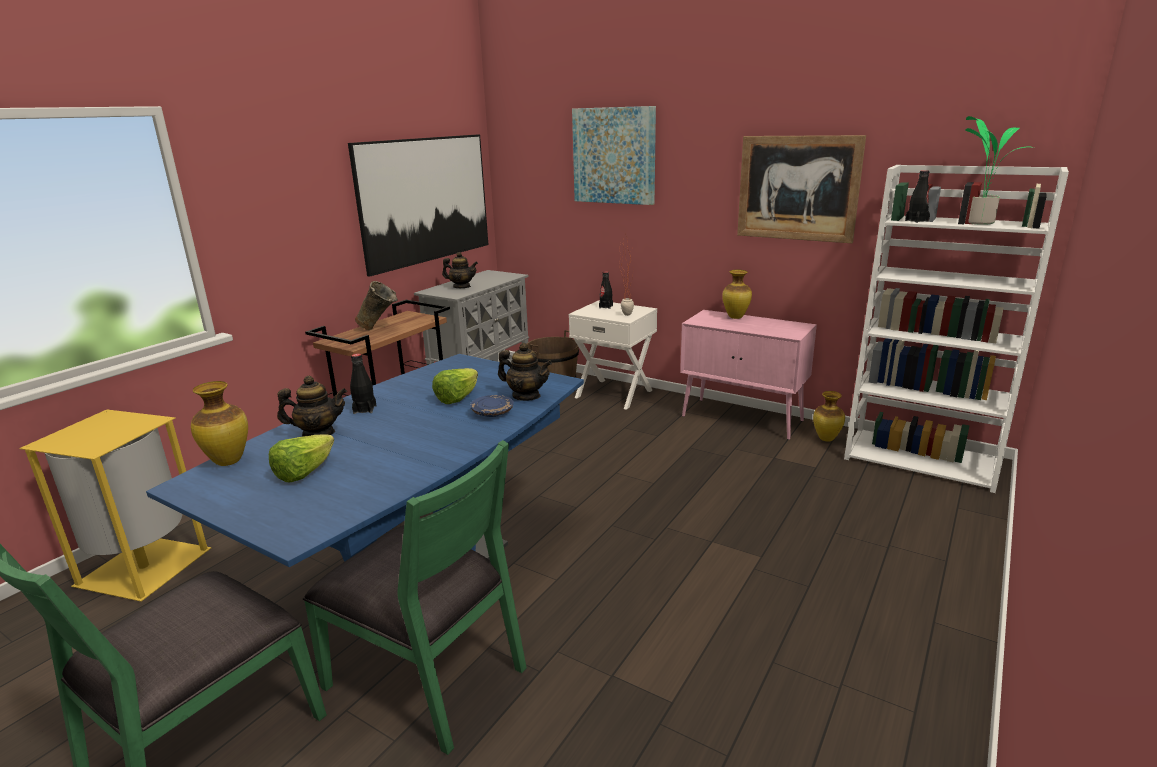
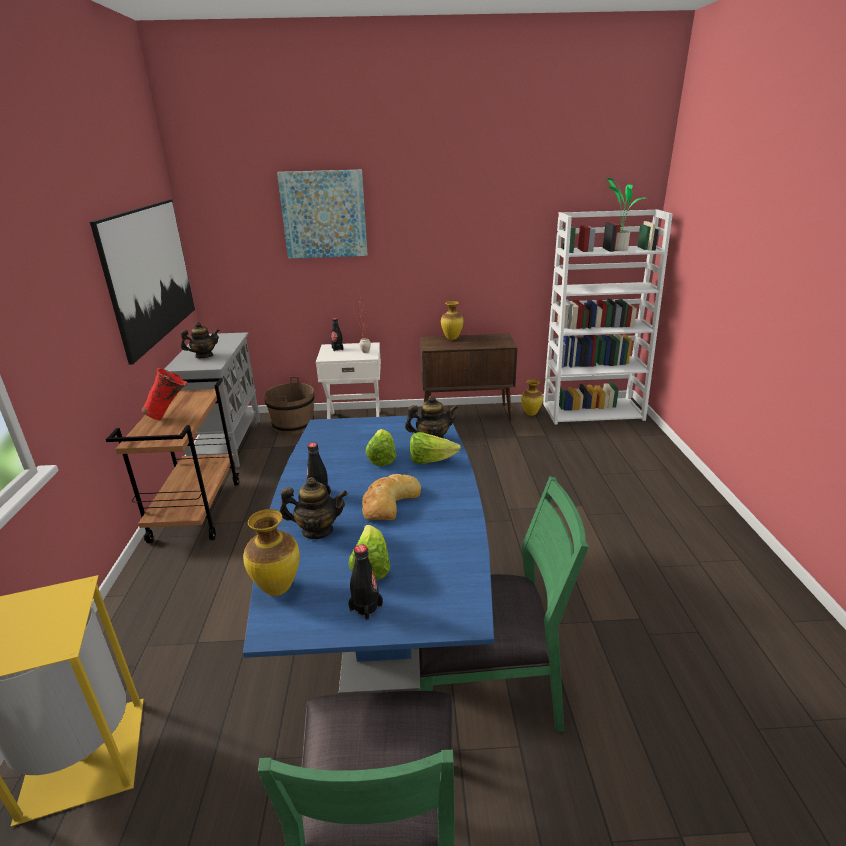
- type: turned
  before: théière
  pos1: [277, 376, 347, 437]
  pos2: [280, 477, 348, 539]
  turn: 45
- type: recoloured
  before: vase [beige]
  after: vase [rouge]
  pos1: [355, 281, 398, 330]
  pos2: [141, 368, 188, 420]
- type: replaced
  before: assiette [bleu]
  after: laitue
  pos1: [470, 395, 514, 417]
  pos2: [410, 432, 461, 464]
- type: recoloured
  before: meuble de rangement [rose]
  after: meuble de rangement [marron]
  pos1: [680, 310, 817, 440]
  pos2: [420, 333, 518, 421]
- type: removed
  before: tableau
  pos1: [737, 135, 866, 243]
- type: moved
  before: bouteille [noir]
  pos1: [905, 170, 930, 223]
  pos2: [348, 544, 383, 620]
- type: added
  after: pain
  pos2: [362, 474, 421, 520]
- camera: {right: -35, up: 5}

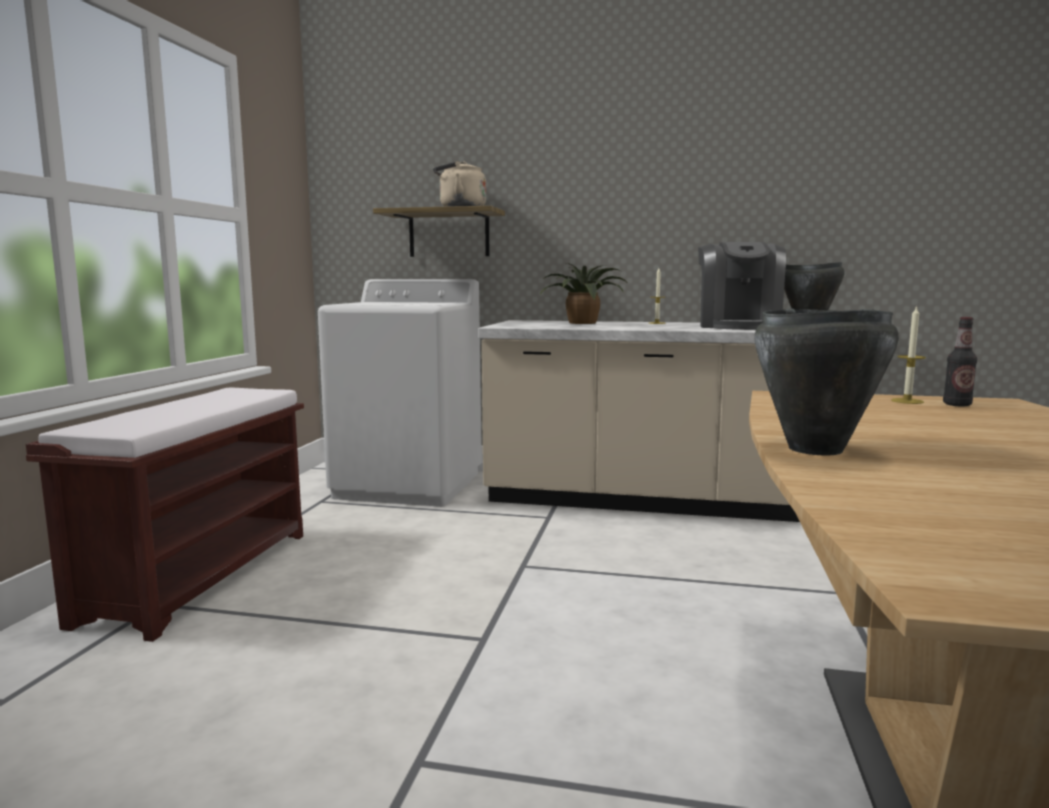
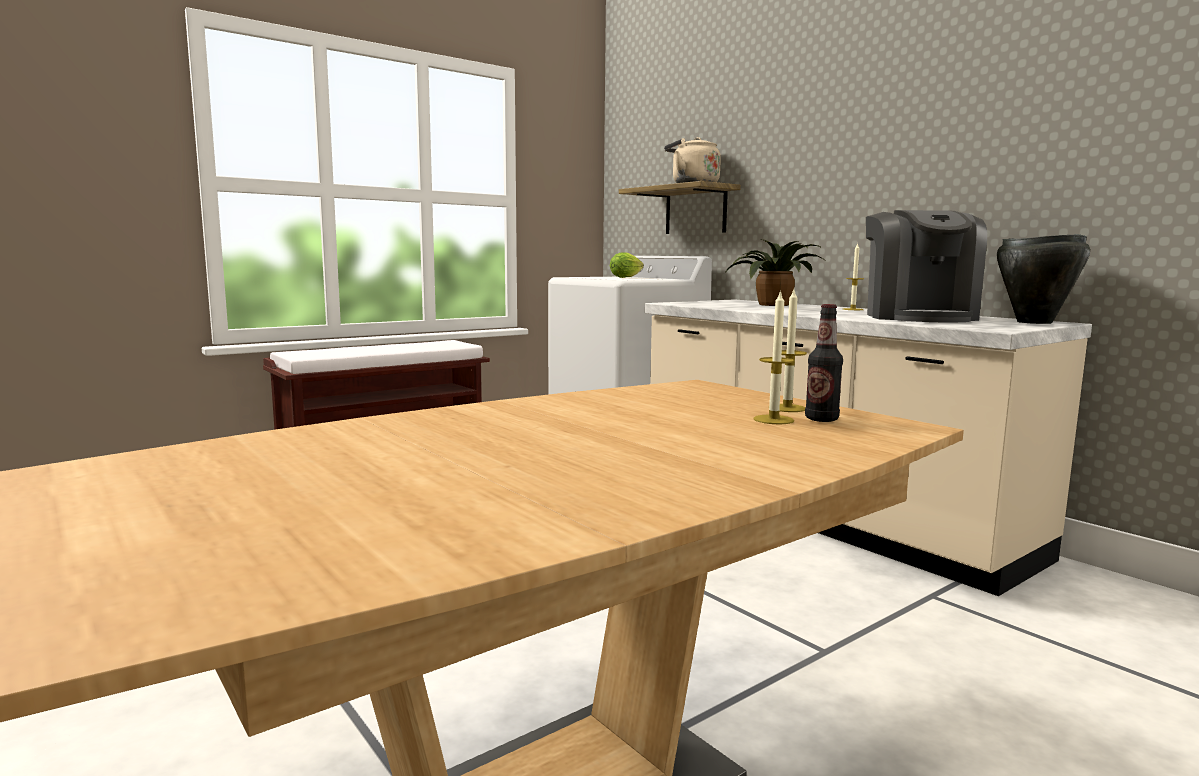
- type: turned
  before: machine à café
  pos1: [698, 242, 786, 330]
  pos2: [866, 210, 987, 322]
  turn: -45
- type: removed
  before: marmite [noir]
  pos1: [755, 309, 899, 456]
- type: added
  after: laitue
  pos2: [610, 252, 644, 278]
- type: added
  after: bougie
  pos2: [753, 290, 795, 424]
- camera: {right: 40, up: 0}

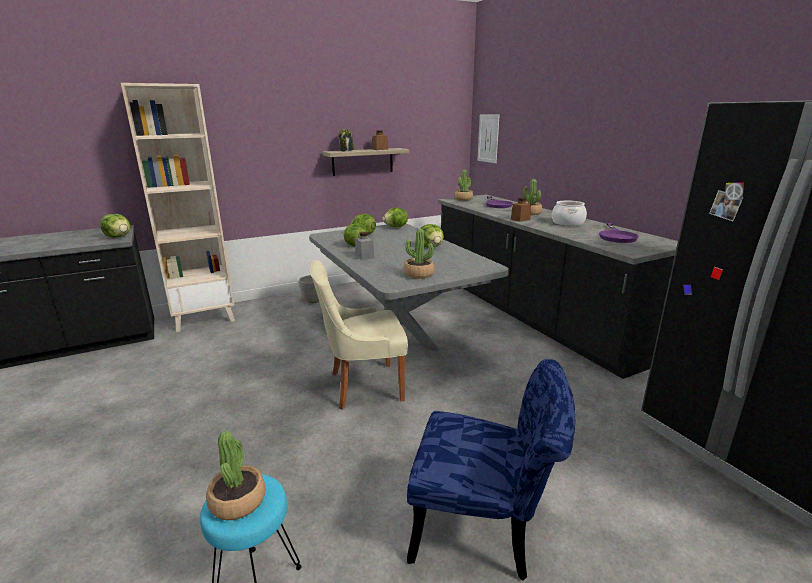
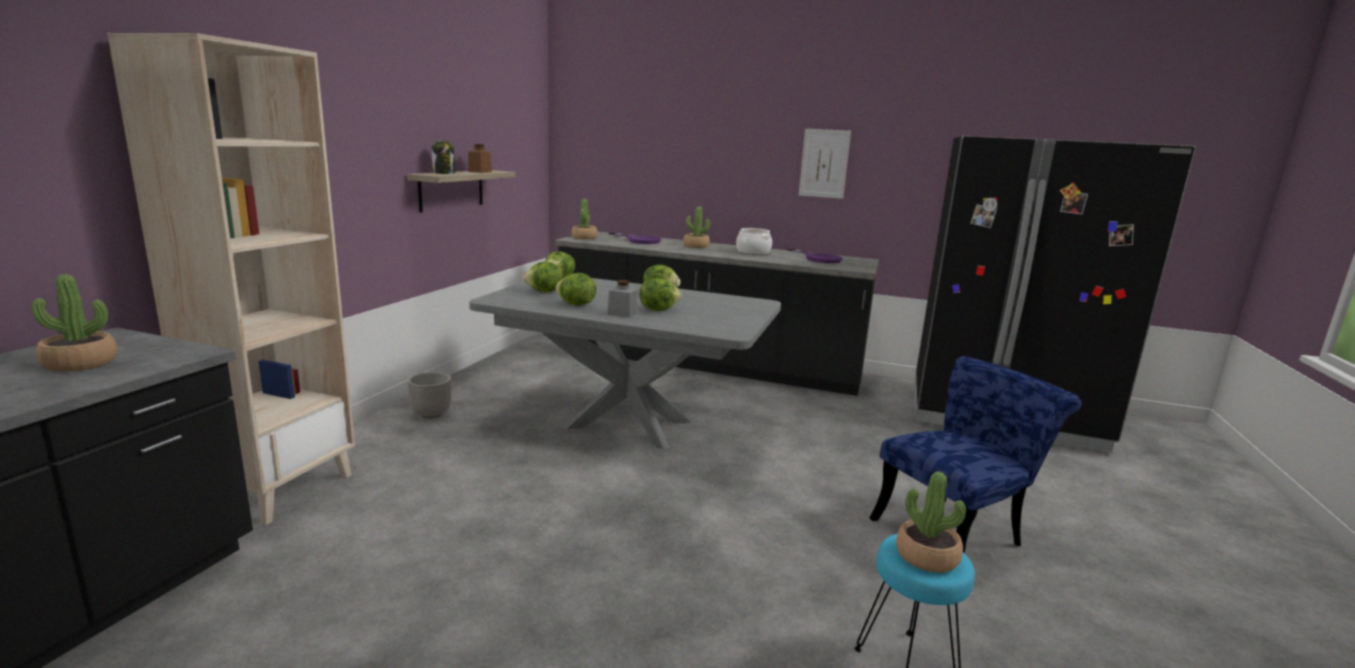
- type: moved
  before: laitue
  pos1: [100, 214, 130, 238]
  pos2: [640, 278, 681, 311]
- type: removed
  before: chaise [beige]
  pos1: [310, 260, 408, 410]
- type: moved
  before: plante en pot
  pos1: [404, 229, 435, 279]
  pos2: [32, 274, 118, 371]
- type: moved
  before: tableau
  pos1: [477, 115, 499, 163]
  pos2: [799, 129, 851, 199]
- type: removed
  before: bocal [marron]
  pos1: [511, 197, 531, 222]
- camera: {right: -45, up: -5}

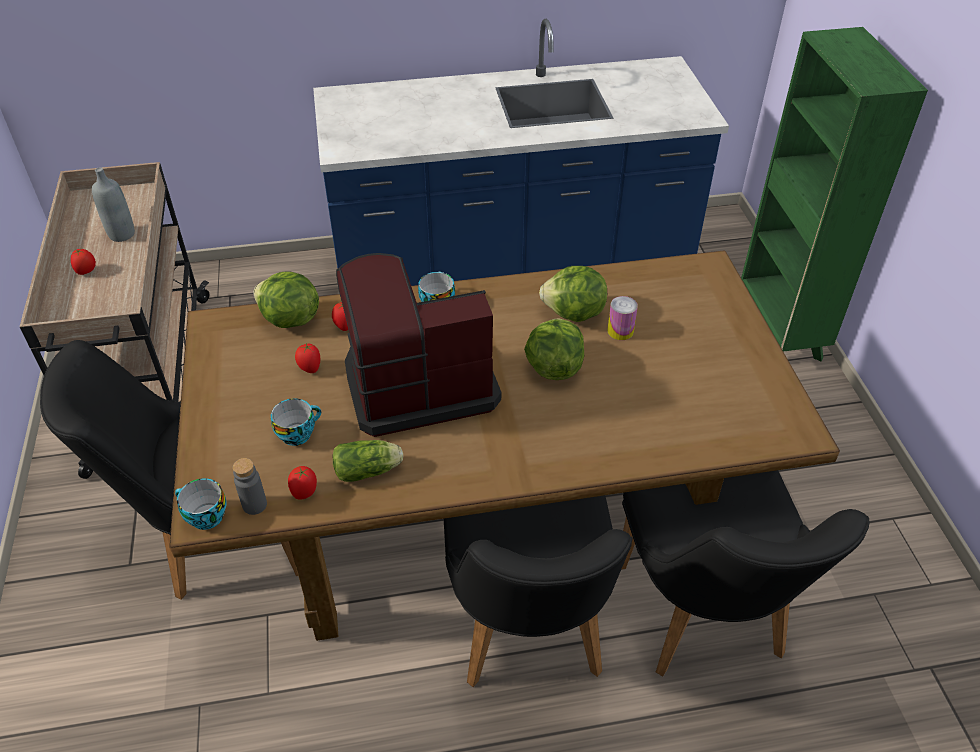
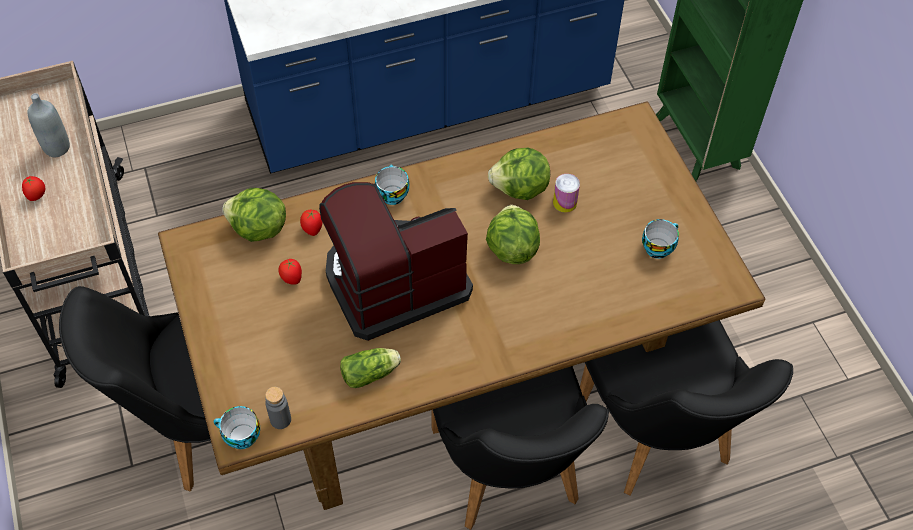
- type: moved
  before: tasse
  pos1: [271, 398, 321, 446]
  pos2: [642, 219, 679, 259]
- type: removed
  before: tomate
  pos1: [288, 466, 317, 500]
- camera: {right: -10, up: 10}

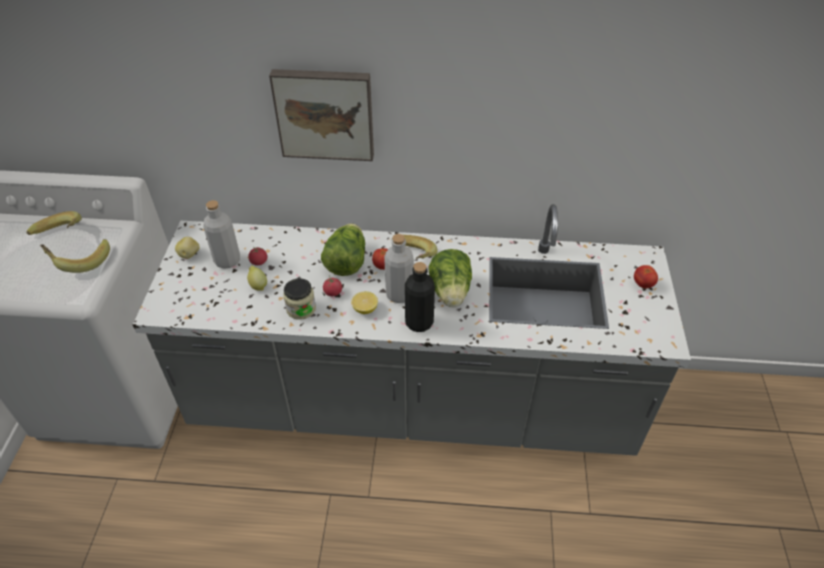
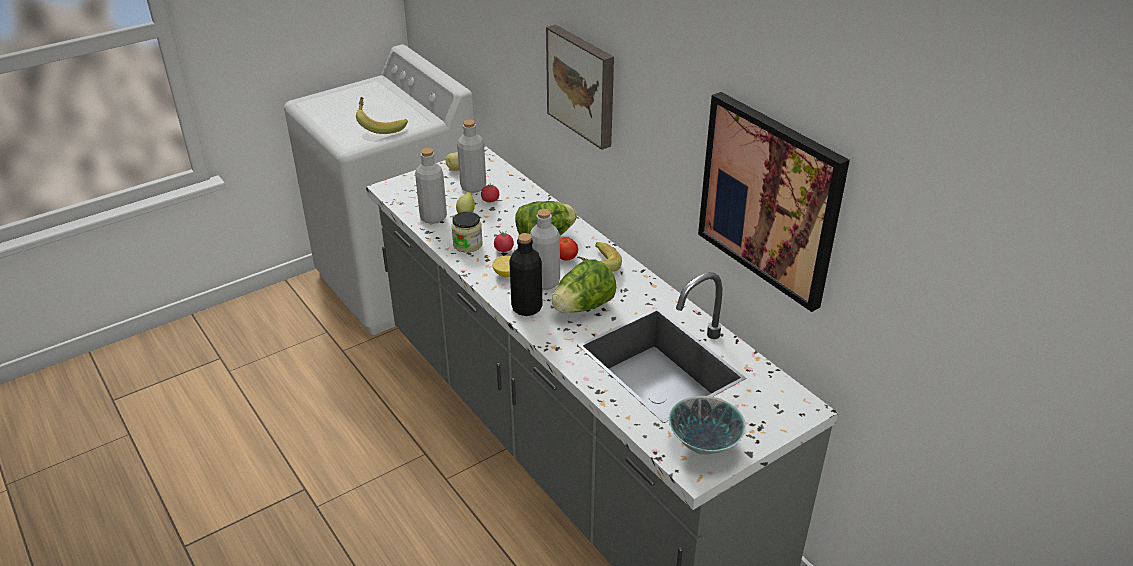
- type: removed
  before: banane
  pos1: [27, 211, 82, 235]
- type: removed
  before: tomate
  pos1: [634, 265, 658, 288]
- type: added
  after: bouteille [gris]
  pos2: [415, 148, 447, 224]
- type: added
  after: bol
  pos2: [669, 396, 746, 455]
- type: added
  after: tableau
  pos2: [698, 92, 850, 312]
- camera: {right: 50, up: -10}

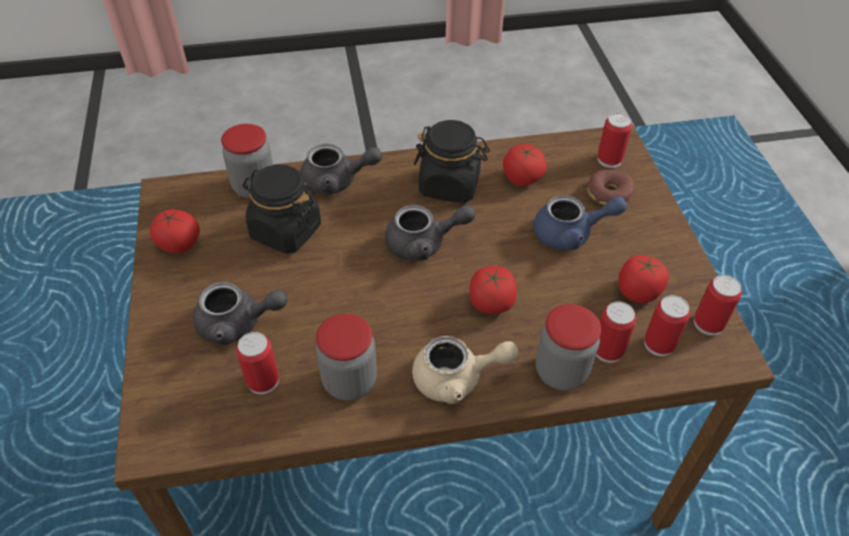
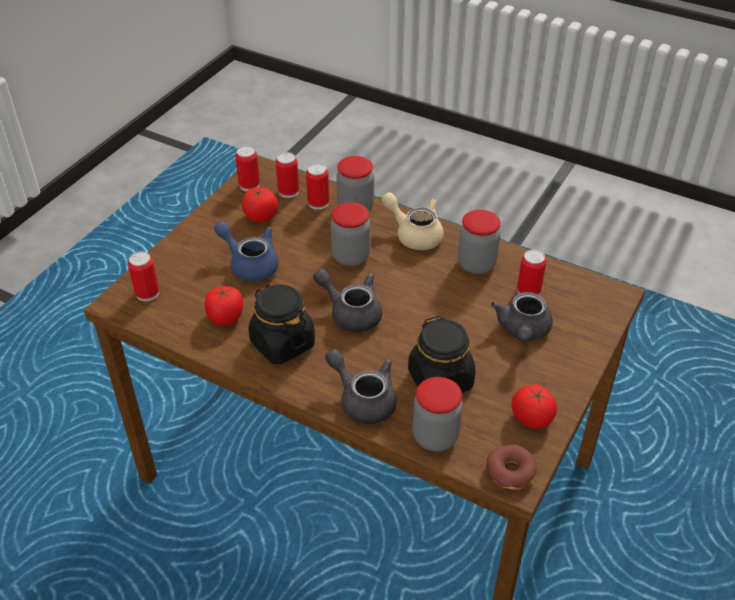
- type: turned
  before: théière [gris]
  pos1: [193, 282, 288, 345]
  pos2: [491, 292, 553, 343]
  turn: -120
- type: replaced
  before: tomate
  after: bocal
  pos1: [470, 266, 517, 313]
  pos2: [331, 202, 371, 266]
- type: moved
  before: beignet
  pos1: [587, 169, 634, 205]
  pos2: [486, 444, 537, 489]
- camera: {right: -140, up: -5}

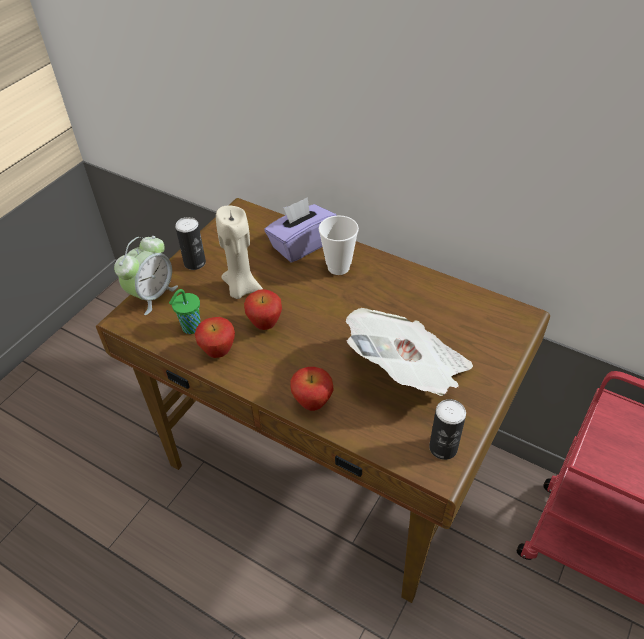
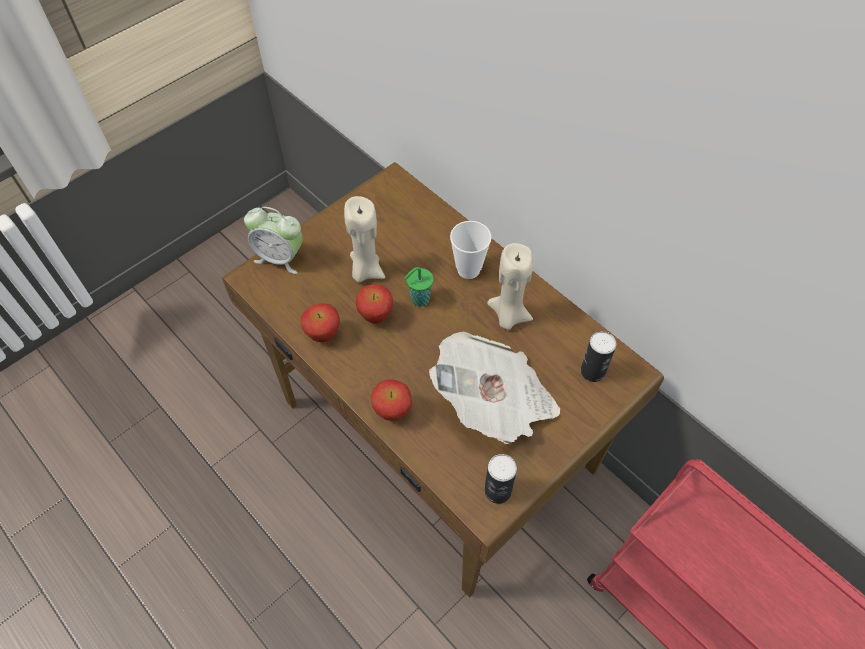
- type: turned
  before: réveil
  pos1: [114, 236, 178, 315]
  pos2: [244, 207, 303, 274]
  turn: 60
- type: moved
  before: tasse [vert]
  pos1: [169, 289, 201, 334]
  pos2: [404, 267, 434, 307]
- type: moved
  before: boîte métallique
  pos1: [175, 217, 206, 270]
  pos2: [581, 331, 616, 382]
- type: removed
  before: boîte à mouchoirs [violet]
  pos1: [265, 197, 337, 263]
- type: added
  after: bougie [beige]
  pos2: [487, 243, 533, 330]
- camera: {right: 15, up: 10}

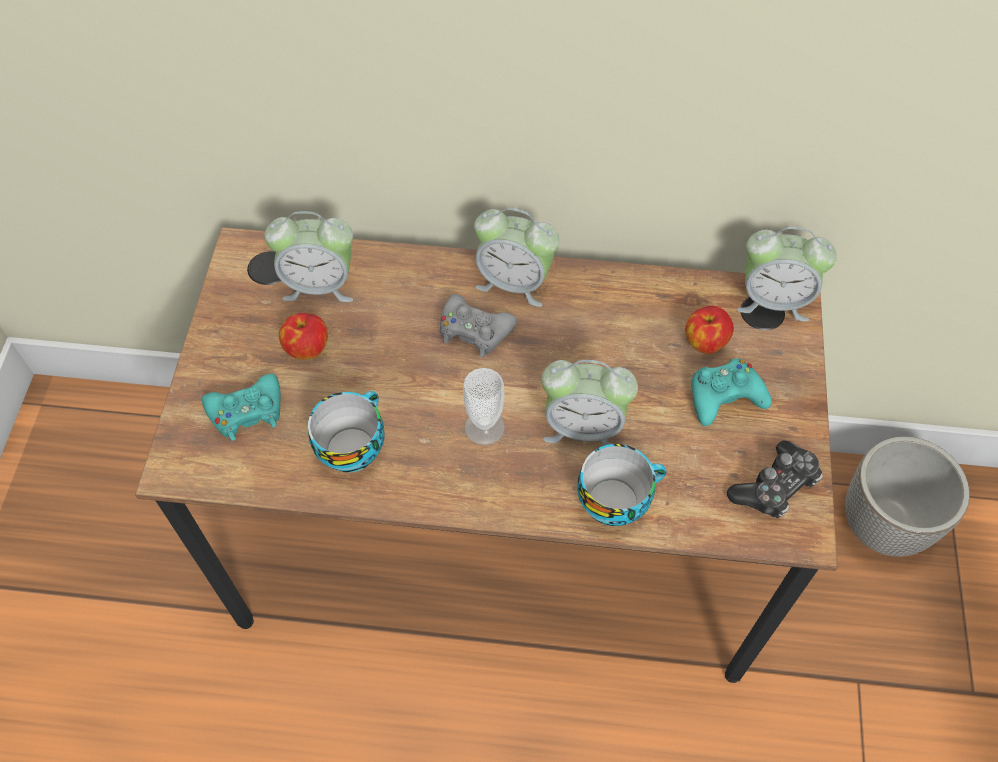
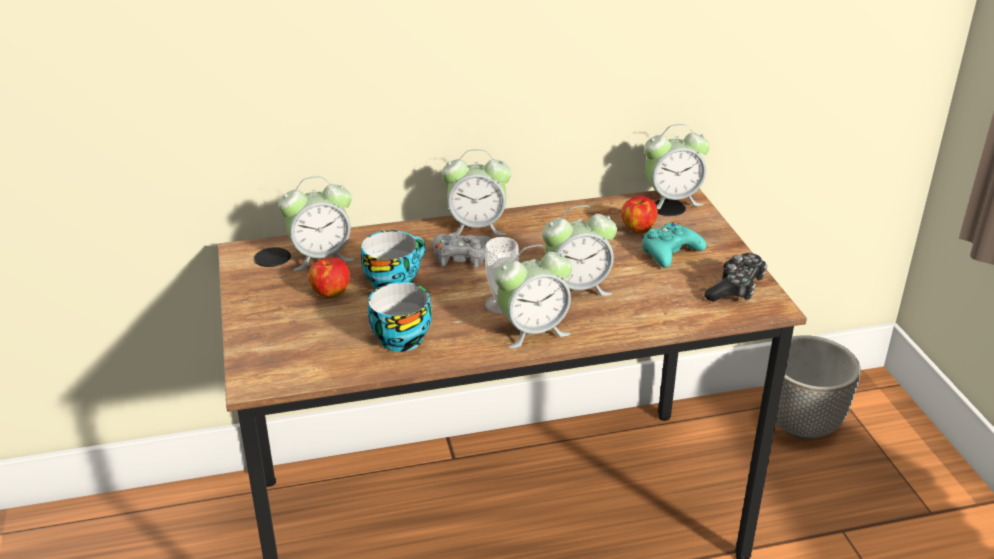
- type: removed
  before: manette [turquoise]
  pos1: [202, 374, 280, 441]
- type: moved
  before: tasse
  pos1: [578, 444, 666, 526]
  pos2: [361, 230, 425, 289]
- type: added
  after: réveil
  pos2: [495, 245, 572, 348]
- camera: {right: -20, up: -25}

